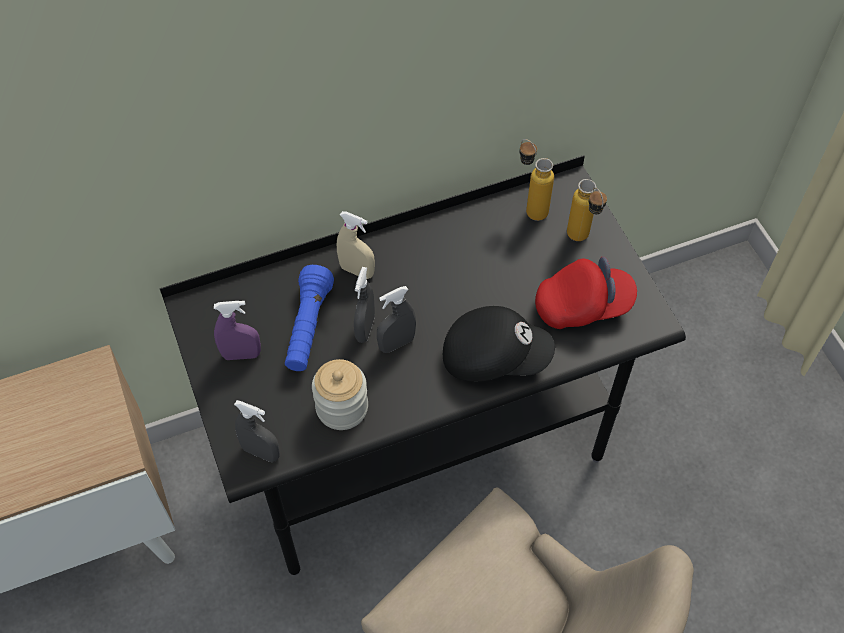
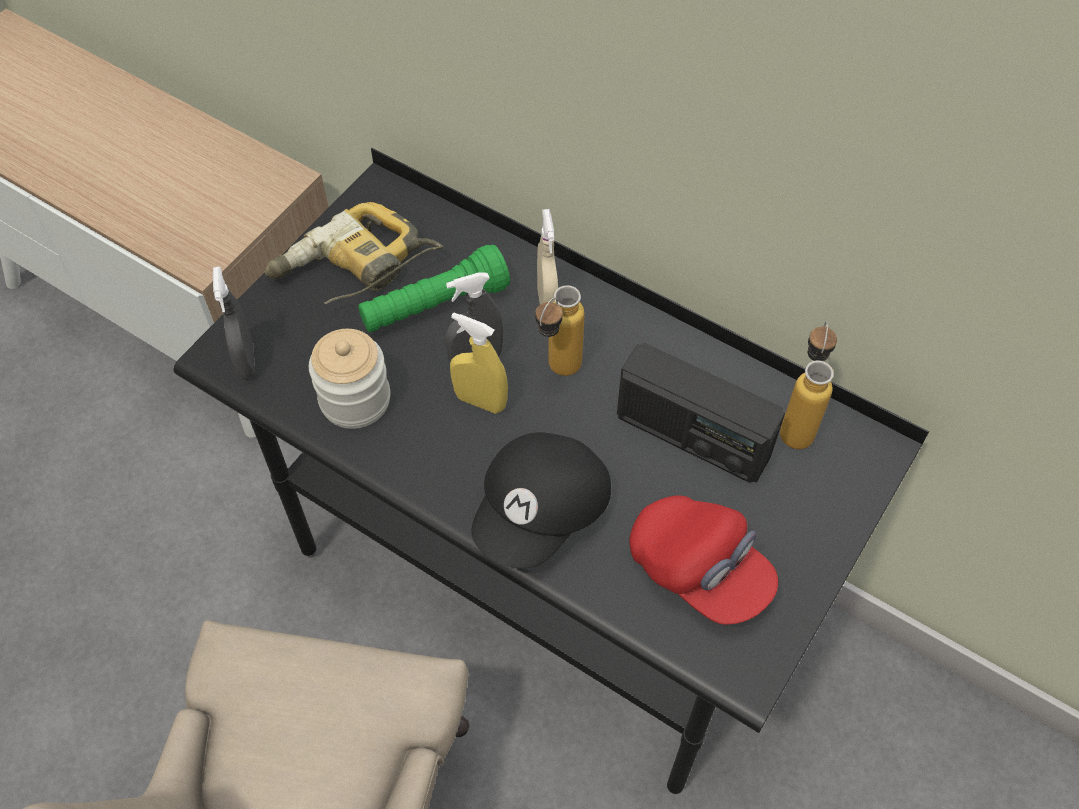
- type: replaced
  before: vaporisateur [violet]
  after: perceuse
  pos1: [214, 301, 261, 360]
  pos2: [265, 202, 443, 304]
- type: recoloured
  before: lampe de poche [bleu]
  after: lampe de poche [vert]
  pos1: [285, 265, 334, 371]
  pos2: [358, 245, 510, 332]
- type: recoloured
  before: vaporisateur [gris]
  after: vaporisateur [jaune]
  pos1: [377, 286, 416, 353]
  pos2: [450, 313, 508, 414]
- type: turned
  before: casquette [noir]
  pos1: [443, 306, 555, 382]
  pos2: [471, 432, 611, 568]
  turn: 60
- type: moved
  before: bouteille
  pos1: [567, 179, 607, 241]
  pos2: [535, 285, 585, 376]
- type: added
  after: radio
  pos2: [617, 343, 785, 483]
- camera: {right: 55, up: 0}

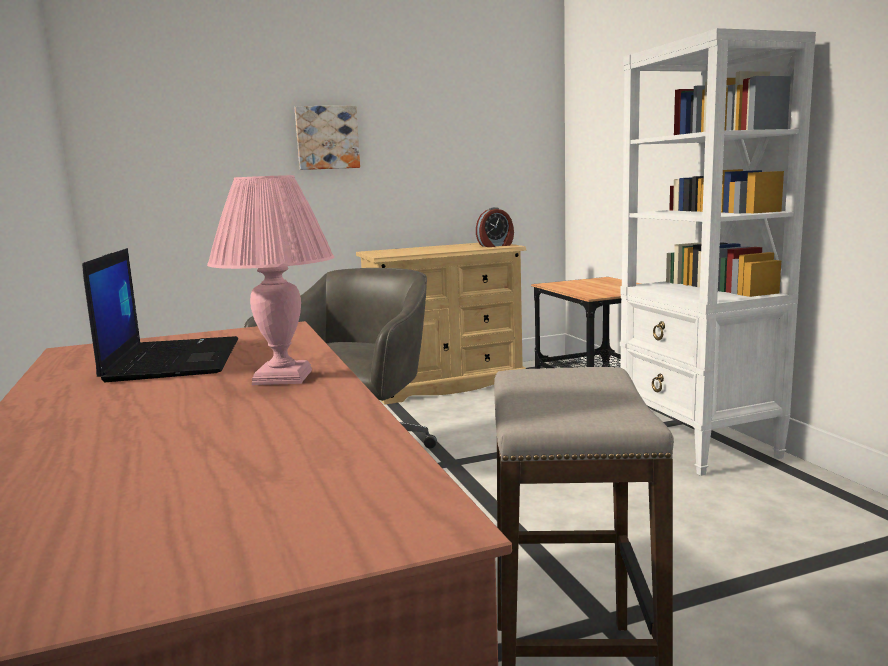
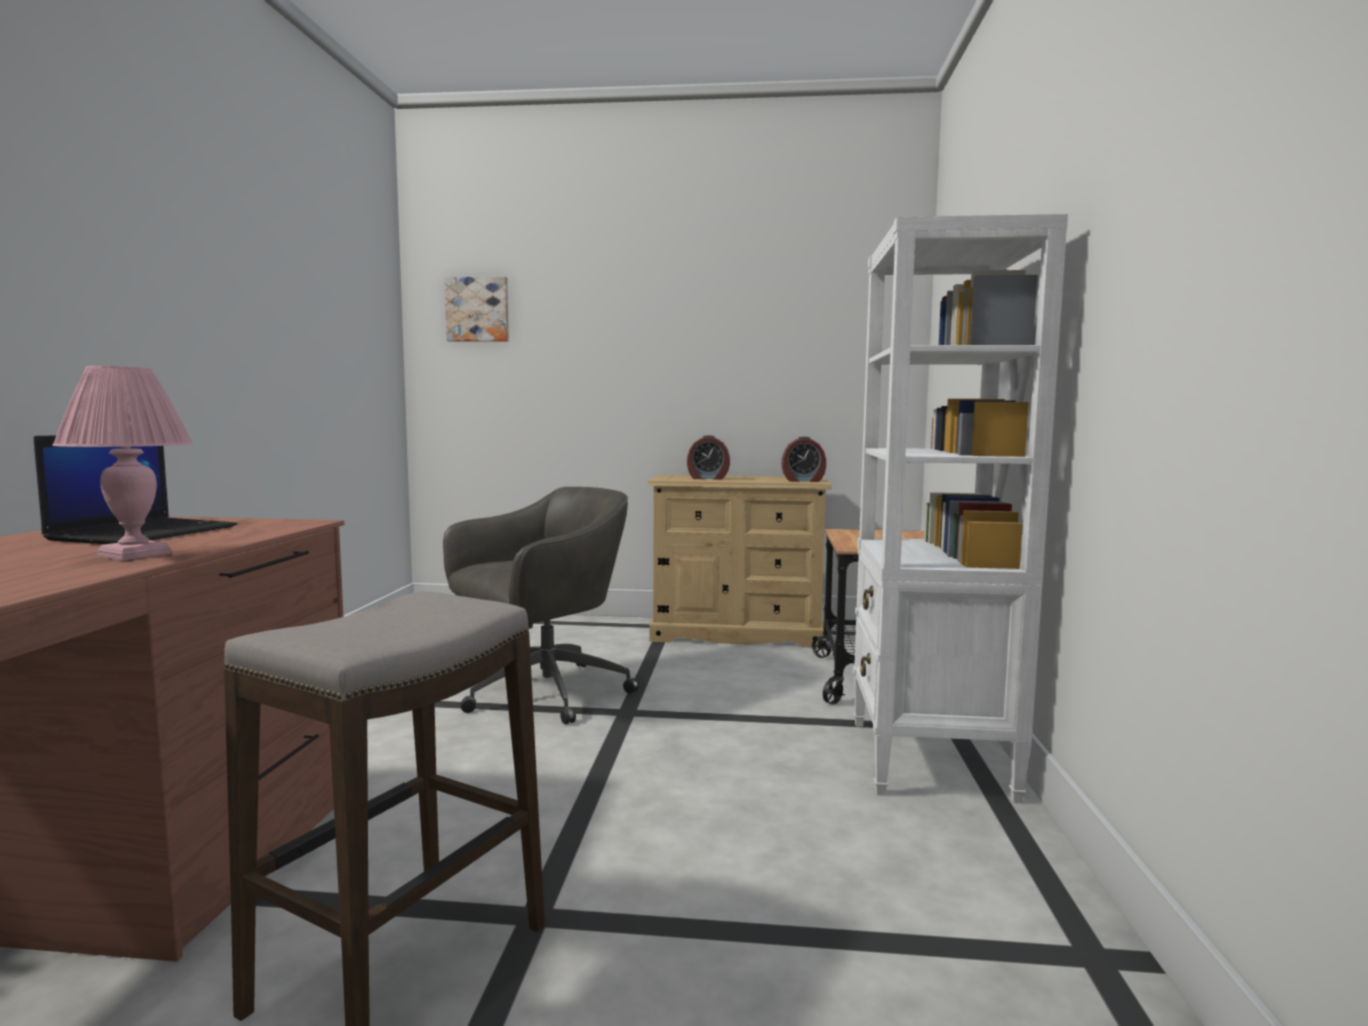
- type: moved
  before: tableau
  pos1: [295, 106, 360, 170]
  pos2: [444, 276, 509, 342]
- type: added
  after: réveil
  pos2: [687, 435, 730, 480]
- camera: {right: 25, up: -5}

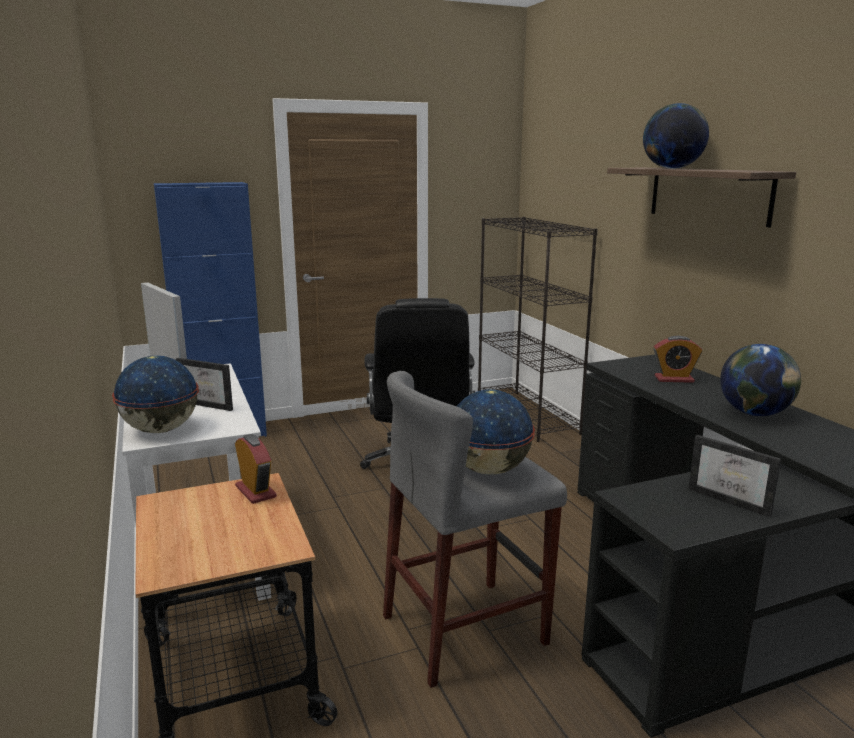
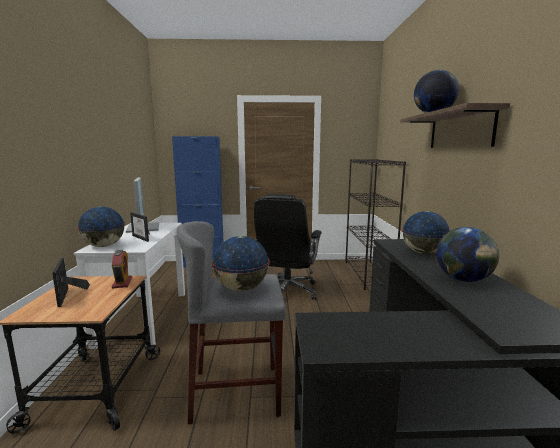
- type: replaced
  before: réveil
  after: globe
  pos1: [653, 336, 702, 383]
  pos2: [402, 211, 450, 254]
- type: moved
  before: cadre photo
  pos1: [689, 435, 781, 517]
  pos2: [52, 258, 90, 307]
- camera: {right: 20, up: -5}

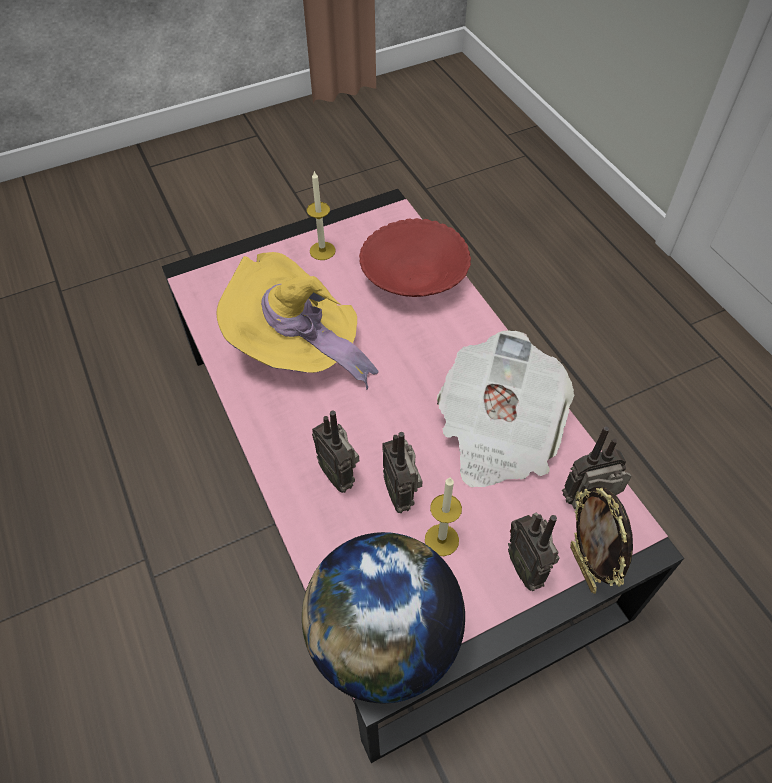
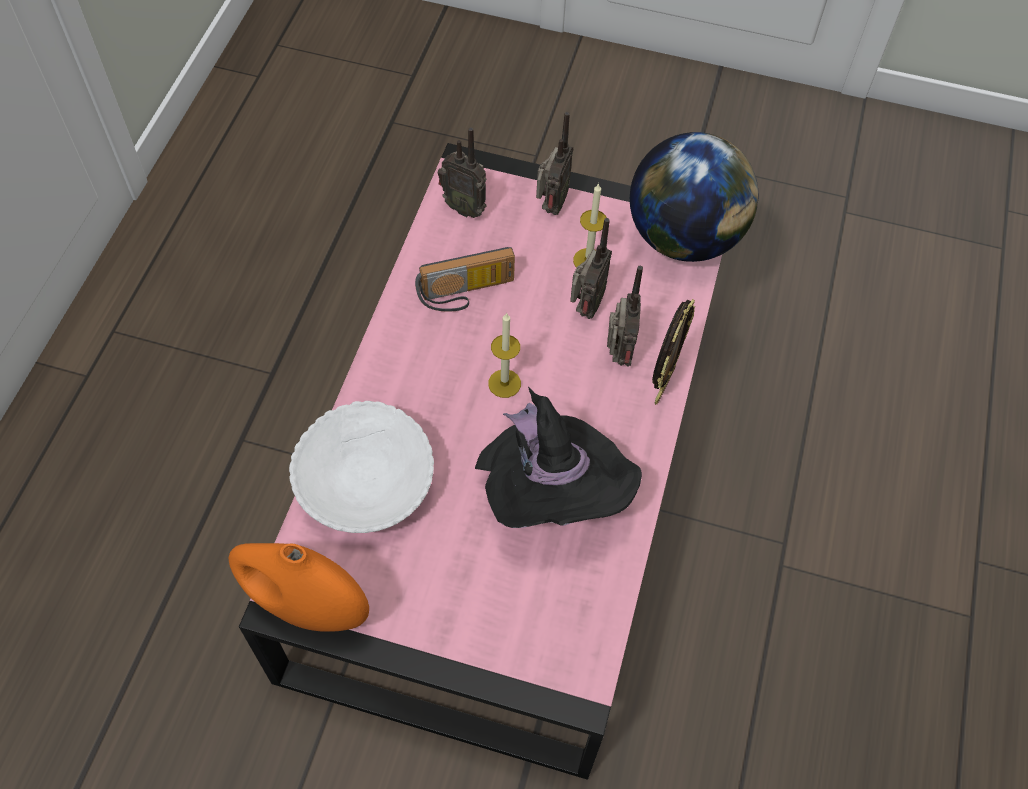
- type: recoloured
  before: chapeau [jaune]
  after: chapeau [noir]
  pos1: [217, 252, 379, 390]
  pos2: [475, 387, 642, 528]
- type: moved
  before: bougie
  pos1: [307, 170, 336, 260]
  pos2: [488, 313, 521, 398]
- type: recoloured
  before: bol [rouge]
  after: bol [blanc]
  pos1: [359, 218, 471, 297]
  pos2: [289, 401, 434, 533]
- type: replaced
  before: journal
  after: radio
  pos1: [437, 330, 574, 487]
  pos2: [415, 247, 515, 312]
- type: moved
  before: cadre photo
  pos1: [570, 486, 633, 594]
  pos2: [652, 299, 695, 405]
- type: added
  after: vase [orange]
  pos2: [229, 543, 369, 632]
- camera: {right: -140, up: 5}

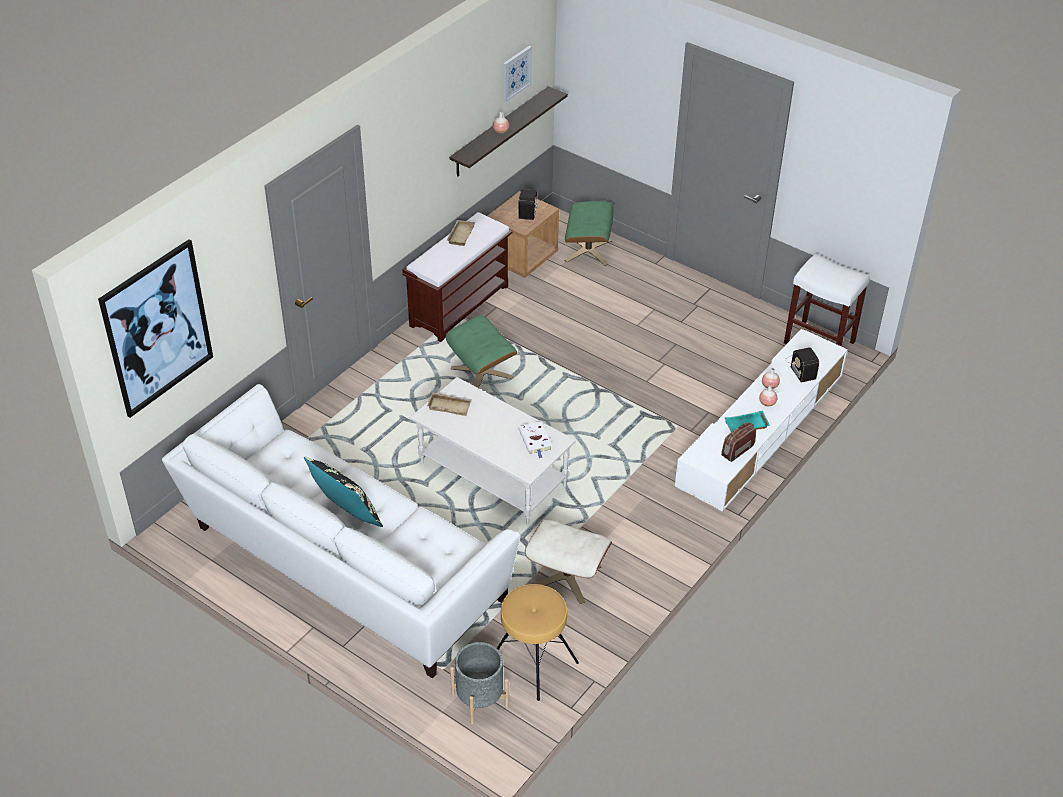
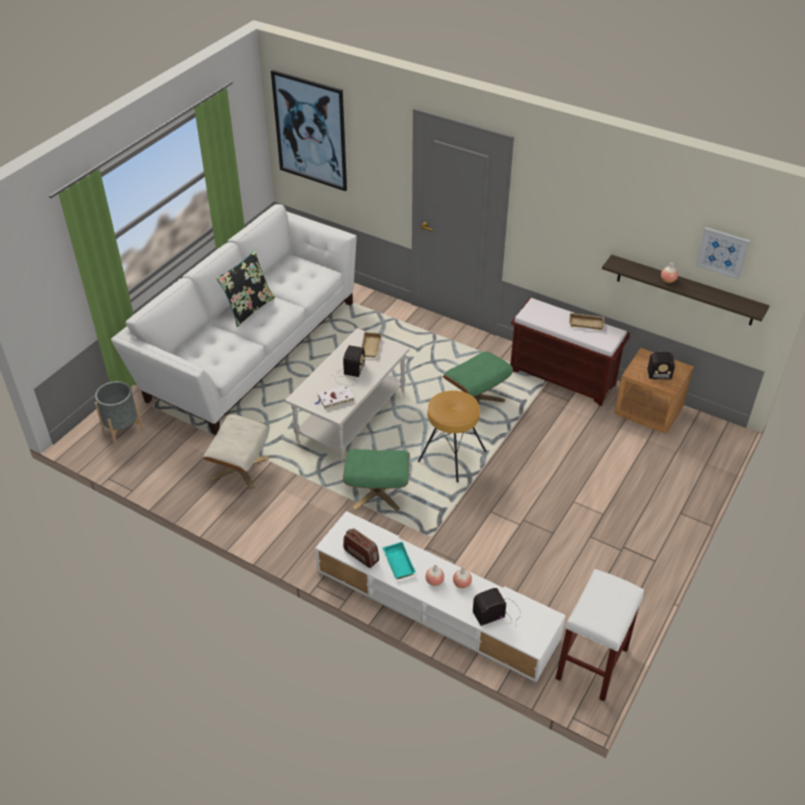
- type: moved
  before: tabouret [marron]
  pos1: [497, 584, 579, 701]
  pos2: [418, 390, 486, 482]
- type: moved
  before: pouf [vert]
  pos1: [564, 201, 614, 266]
  pos2: [343, 449, 410, 511]
- type: added
  after: radio
  pos2: [332, 345, 366, 385]
- camera: {right: 85, up: 0}

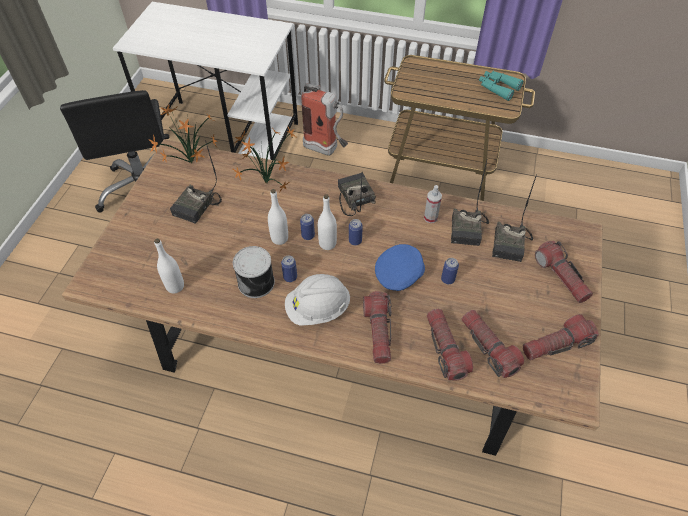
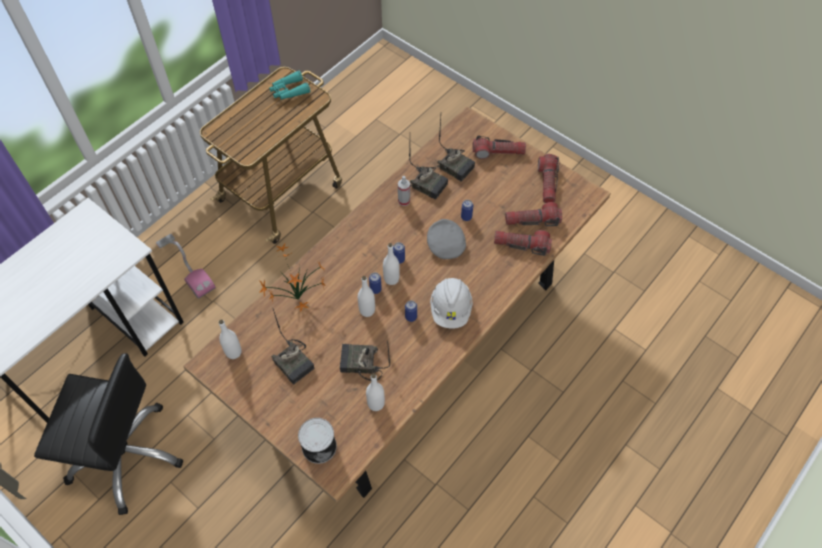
- type: replaced
  before: plante en pot
  after: bouteille [blanc]
  pos1: [148, 104, 217, 163]
  pos2: [219, 319, 242, 359]
- type: moved
  before: boîte métallique
  pos1: [233, 246, 275, 298]
  pos2: [298, 418, 337, 464]
- type: replaced
  before: extincteur
  after: aspirateur
  pos1: [301, 83, 348, 156]
  pos2: [156, 234, 216, 299]
- type: moved
  before: radio
  pos1: [338, 171, 376, 216]
  pos2: [340, 341, 390, 381]
- type: removed
  before: lampe de poche
  pos1: [363, 291, 392, 364]
- type: recoloured
  before: casquette [bleu]
  after: casquette [gris]
  pos1: [375, 244, 425, 291]
  pos2: [427, 219, 466, 259]
- camera: {right: -65, up: 5}

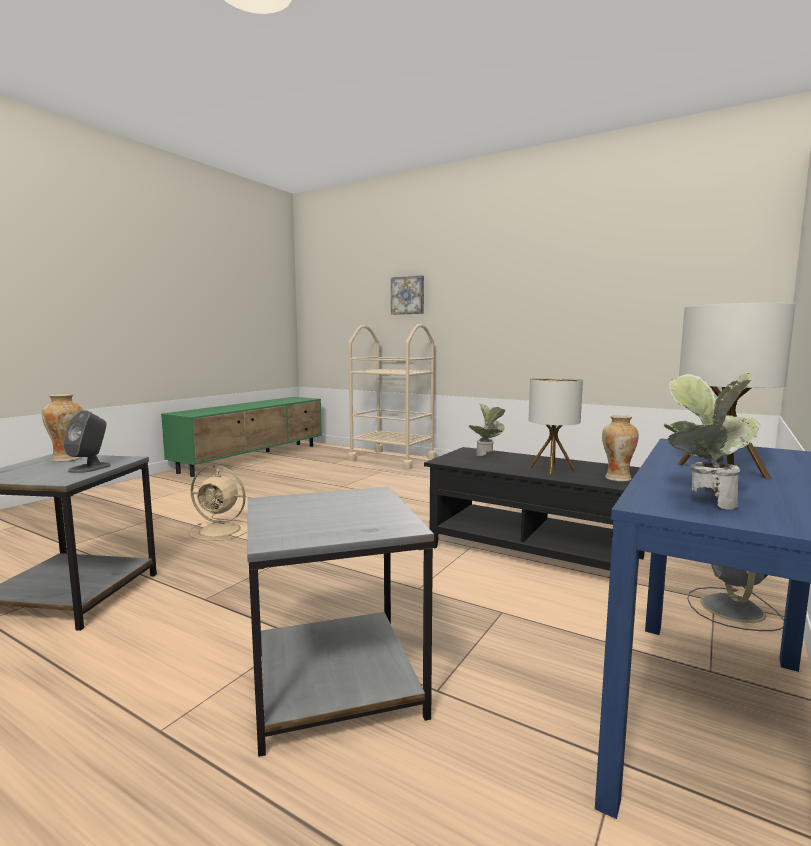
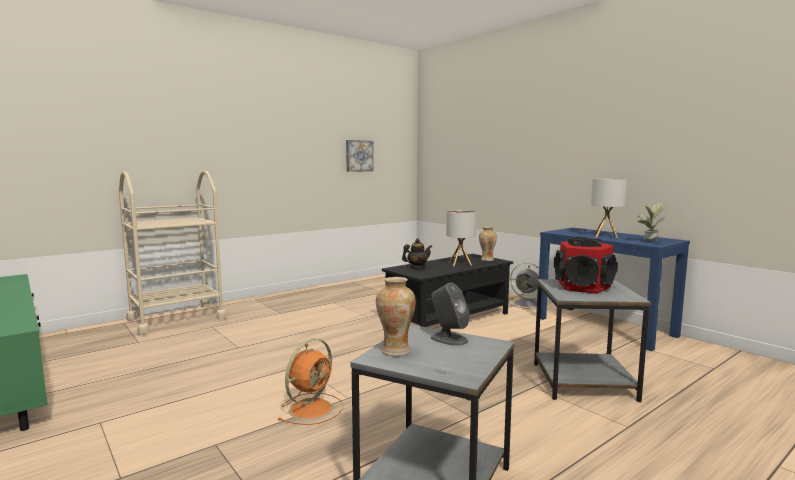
- type: recoloured
  before: ventilateur [beige]
  after: ventilateur [orange]
  pos1: [188, 465, 248, 541]
  pos2: [277, 338, 343, 425]
- type: moved
  before: tableau
  pos1: [391, 275, 424, 315]
  pos2: [346, 140, 374, 172]
- type: replaced
  before: plante en pot
  after: théière
  pos1: [468, 403, 505, 456]
  pos2: [402, 238, 432, 269]
- type: added
  after: enceinte
  pos2: [554, 237, 618, 294]
- camera: {right: -70, up: 0}

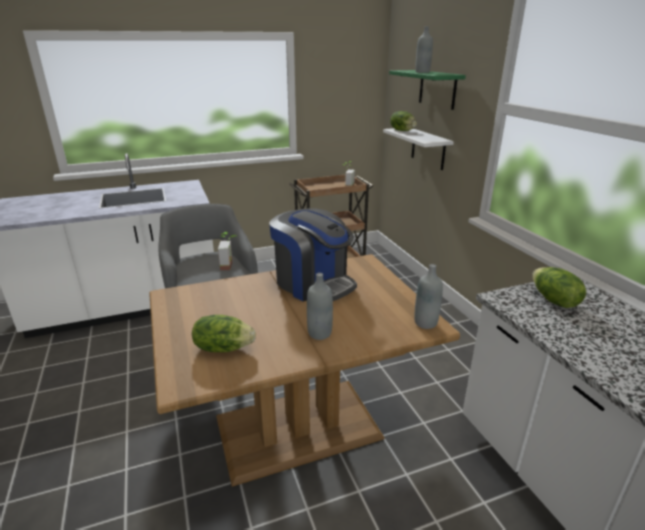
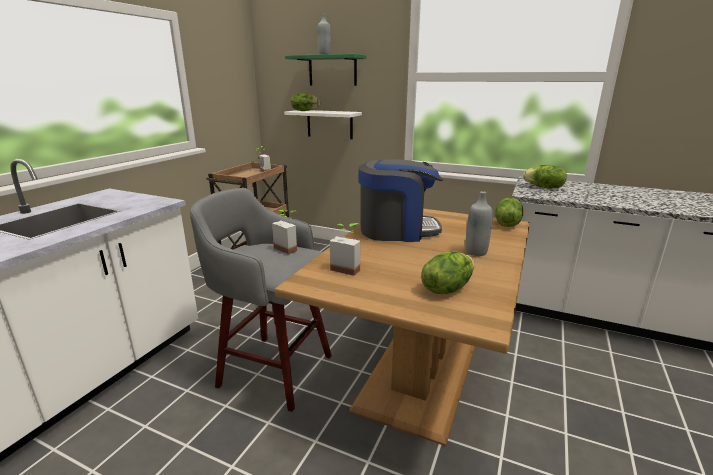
- type: replaced
  before: bouteille [gris]
  after: laitue
  pos1: [414, 264, 443, 329]
  pos2: [495, 198, 523, 227]
- type: added
  after: plante en pot
  pos2: [330, 223, 360, 276]
- camera: {right: -45, up: -5}

